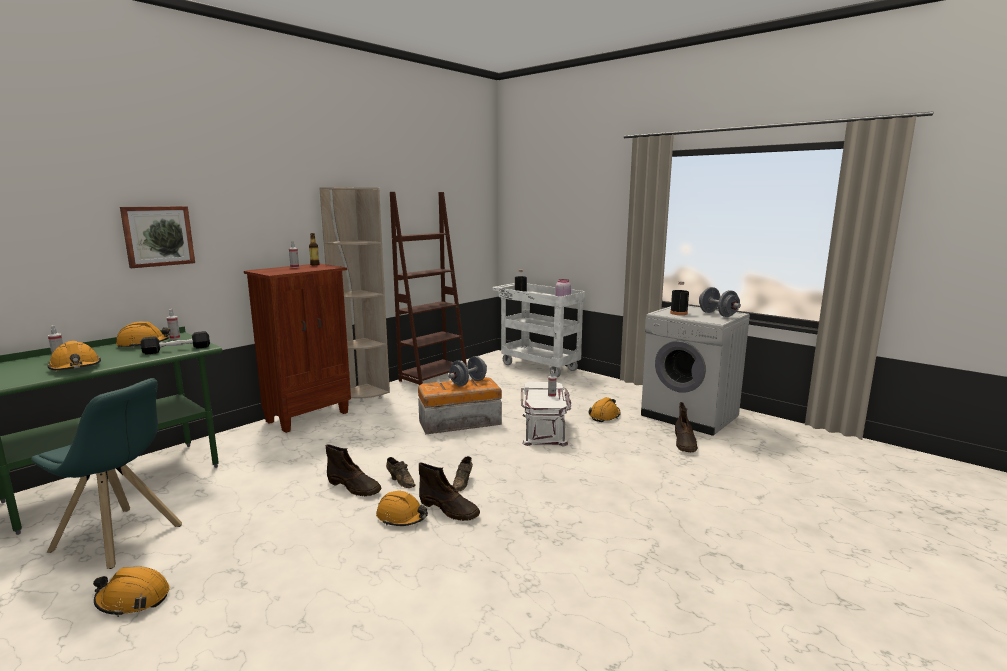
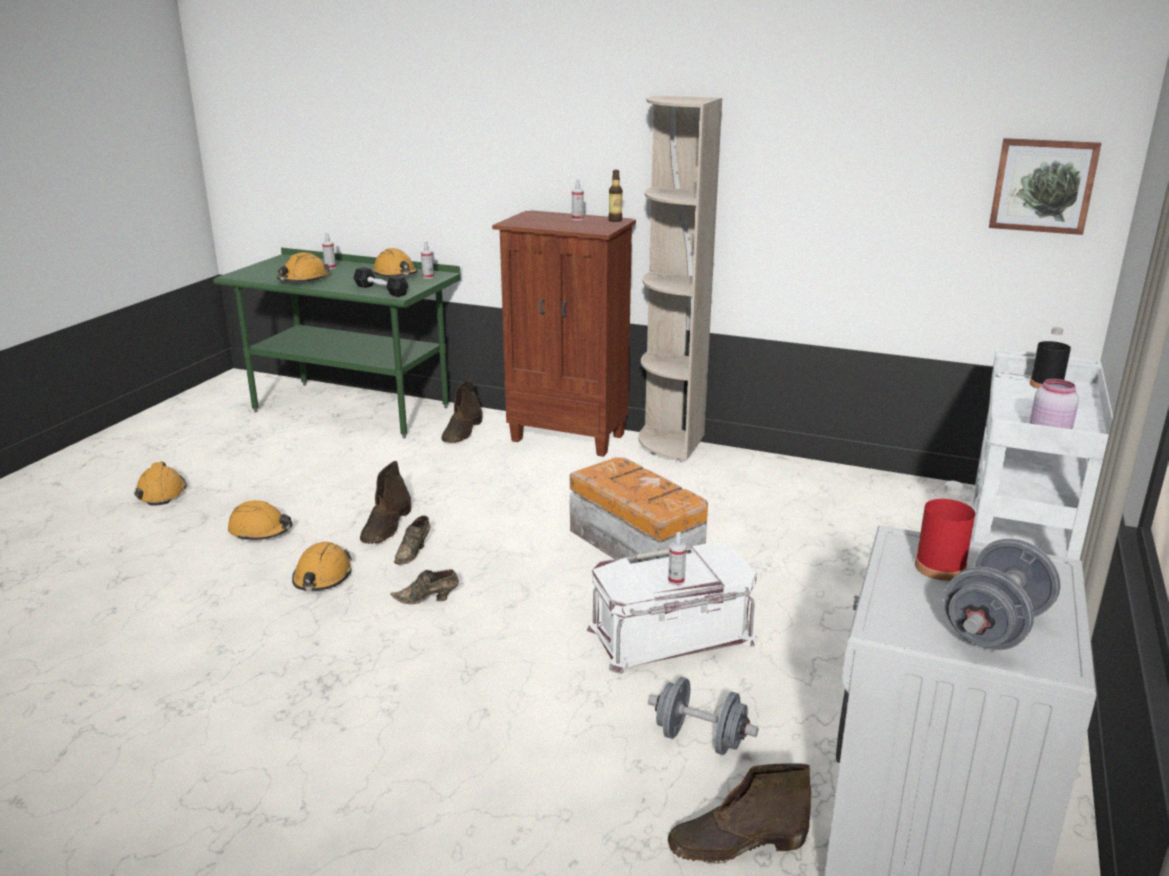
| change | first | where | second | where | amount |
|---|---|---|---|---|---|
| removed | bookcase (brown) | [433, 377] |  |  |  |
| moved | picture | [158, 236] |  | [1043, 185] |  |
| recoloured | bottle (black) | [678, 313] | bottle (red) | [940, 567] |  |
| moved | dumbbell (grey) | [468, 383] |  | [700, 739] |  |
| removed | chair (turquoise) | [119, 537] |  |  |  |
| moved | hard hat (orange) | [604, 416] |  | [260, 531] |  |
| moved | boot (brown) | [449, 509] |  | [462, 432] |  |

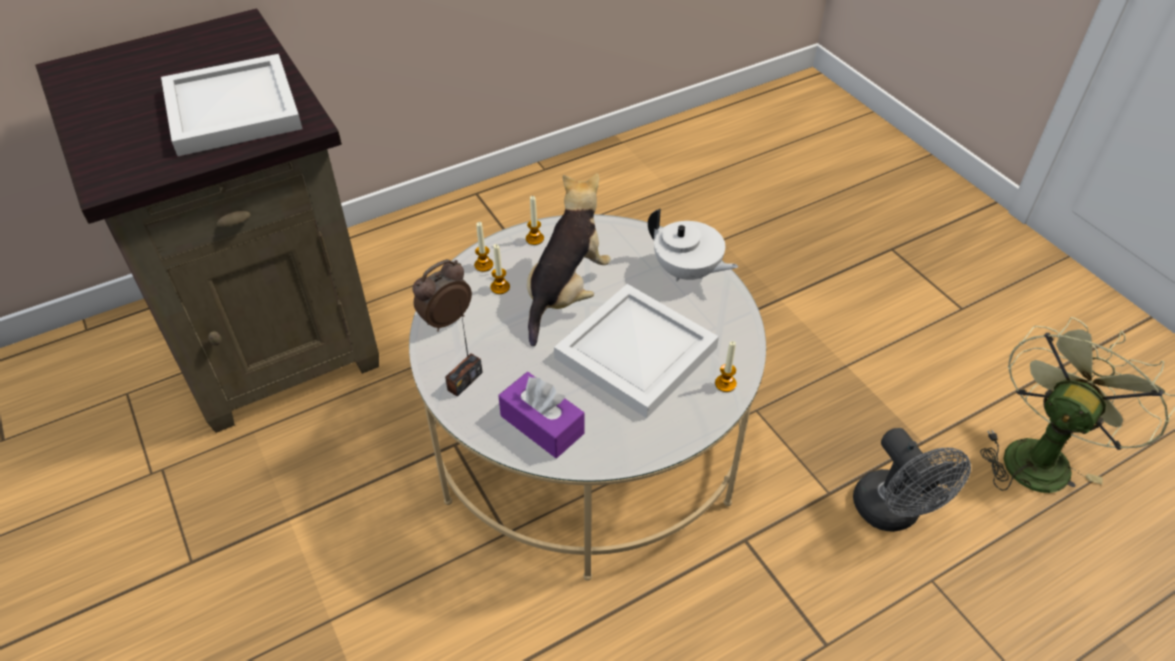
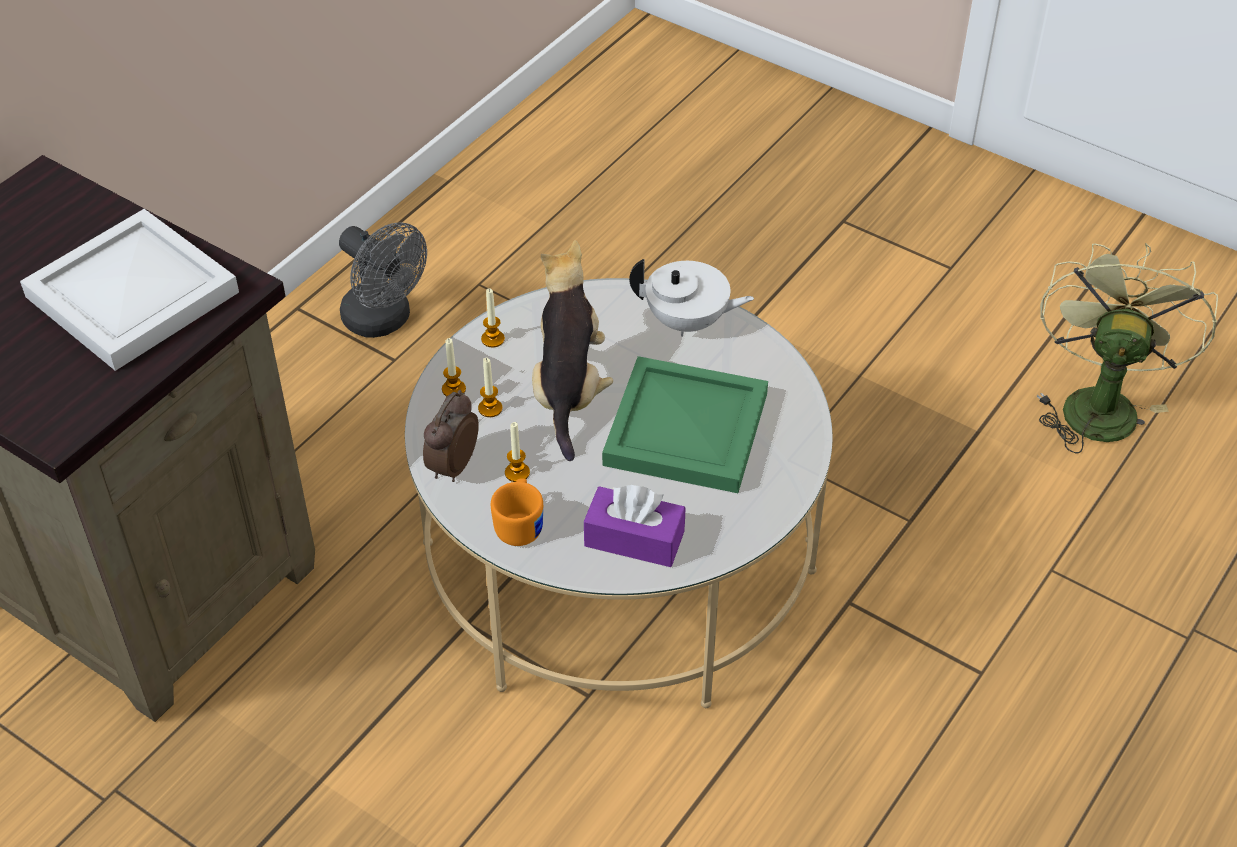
| change | first | where | second | where | amount |
|---|---|---|---|---|---|
| recoloured | tray (white) | [633, 353] | tray (green) | [683, 430] |  |
| replaced | radio | [464, 381] | mug (orange) | [520, 524] |  |
| moved | candle | [725, 384] |  | [517, 473] |  |
| moved | fan (grey) | [893, 513] |  | [384, 321] |  |

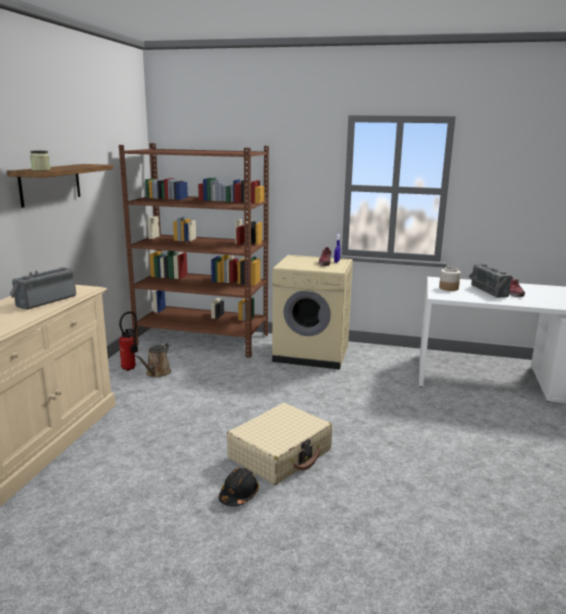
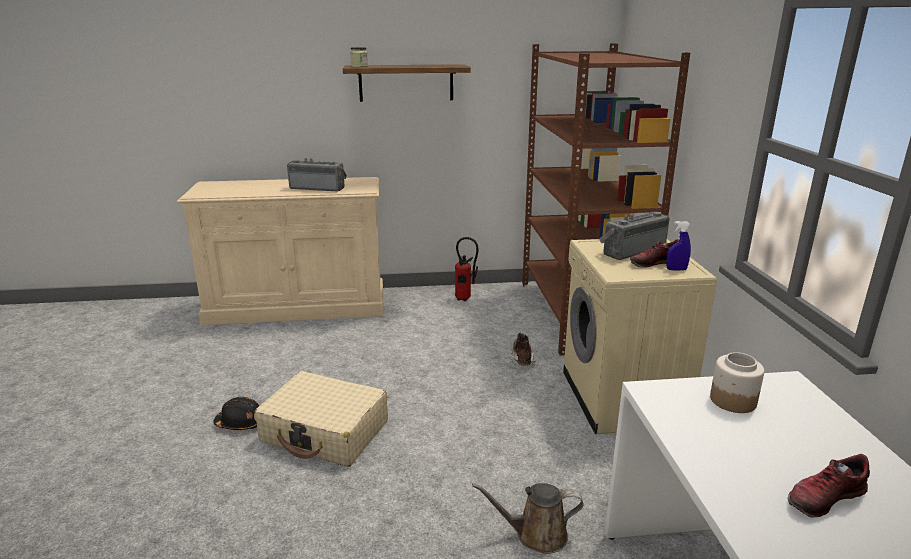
| change | first | where | second | where | amount |
|---|---|---|---|---|---|
| moved | radio | [486, 291] |  | [631, 250] |  |
| moved | watering can (brown) | [157, 373] |  | [536, 534] |  |
| added |  |  | boot (brown) | [522, 358] |  |

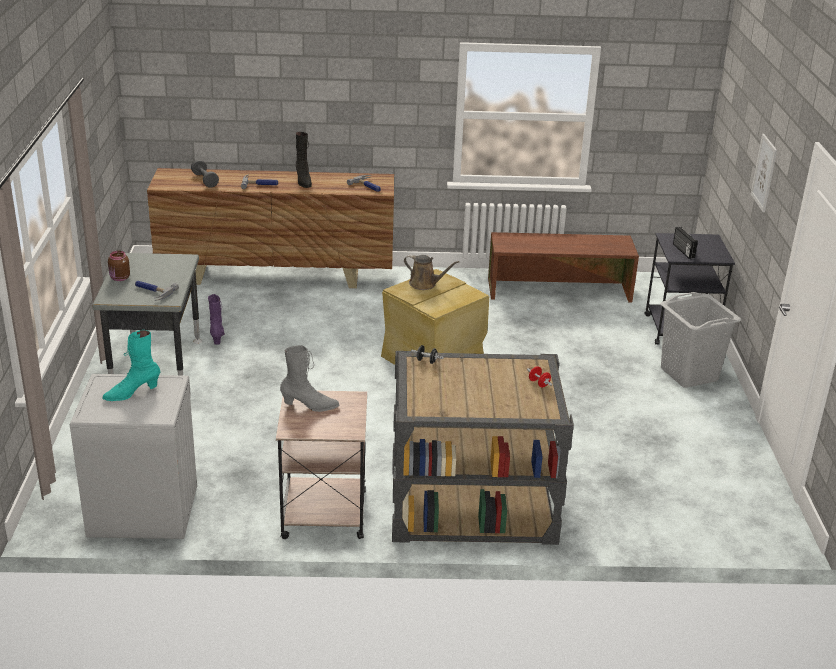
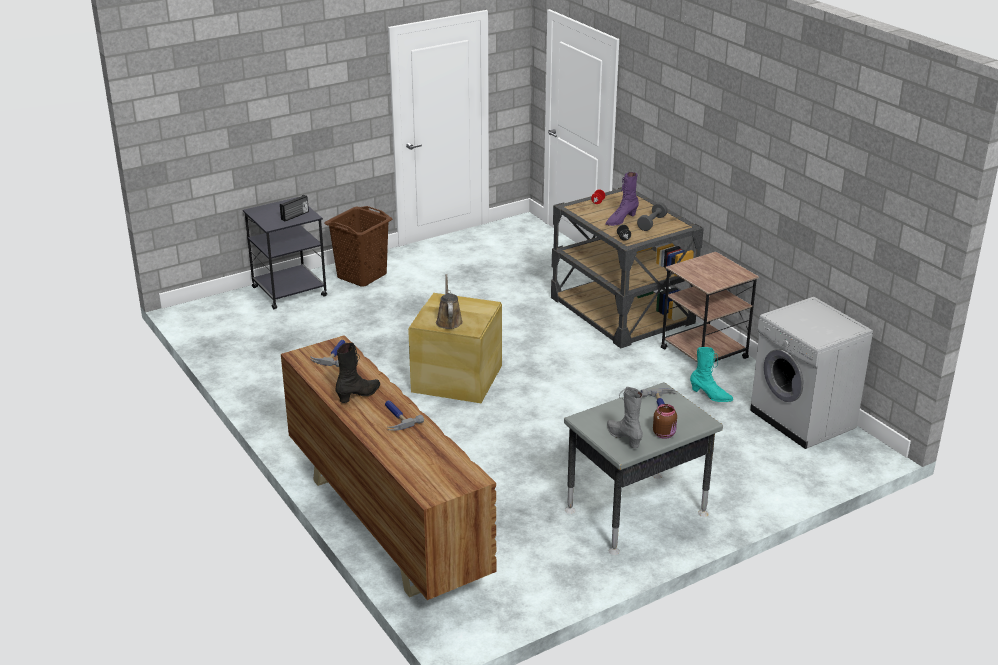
| change | first | where | second | where | amount |
|---|---|---|---|---|---|
| removed | picture | [764, 172] |  |  |  |
| moved | dumbbell (grey) | [205, 180] |  | [651, 223] |  |
| removed | bench (brown) | [559, 289] |  |  |  |
| recoloured | laundry basket (grey) | [689, 374] | laundry basket (brown) | [362, 276] |  |
| moved | boot (purple) | [217, 337] |  | [621, 220] |  |
| moved | boot (turquoise) | [132, 393] |  | [710, 396] |  |
| moved | boot (grey) | [309, 406] |  | [624, 438] |  |

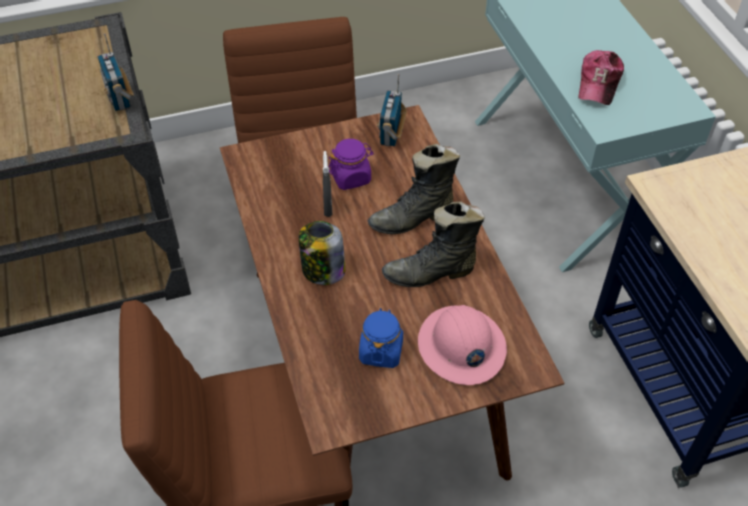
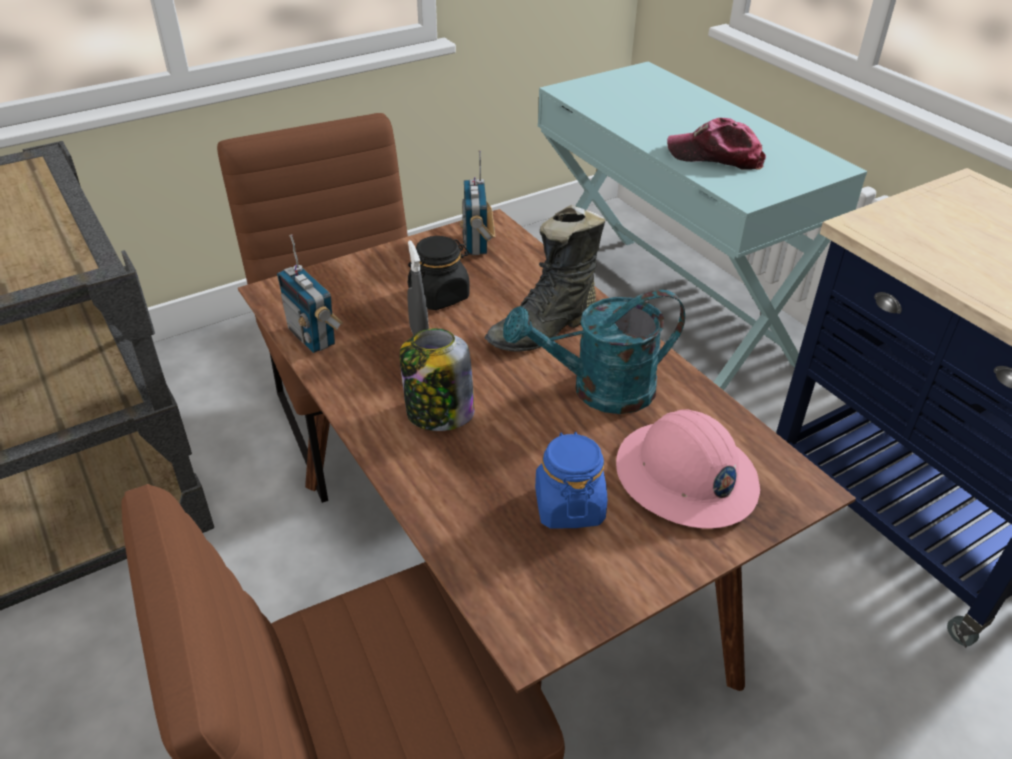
| change | first | where | second | where | amount |
|---|---|---|---|---|---|
| moved | radio | [120, 99] |  | [313, 337] |  |
| turned | cap | [599, 83] |  | [715, 157] | 105 degrees clockwise |
| recoloured | jar (purple) | [351, 177] | jar (black) | [439, 296] |  |
| replaced | boot (black) | [431, 273] | watering can (turquoise) | [599, 391] |  |

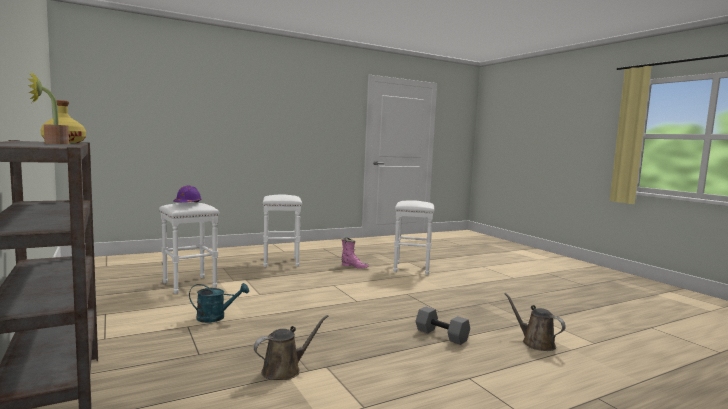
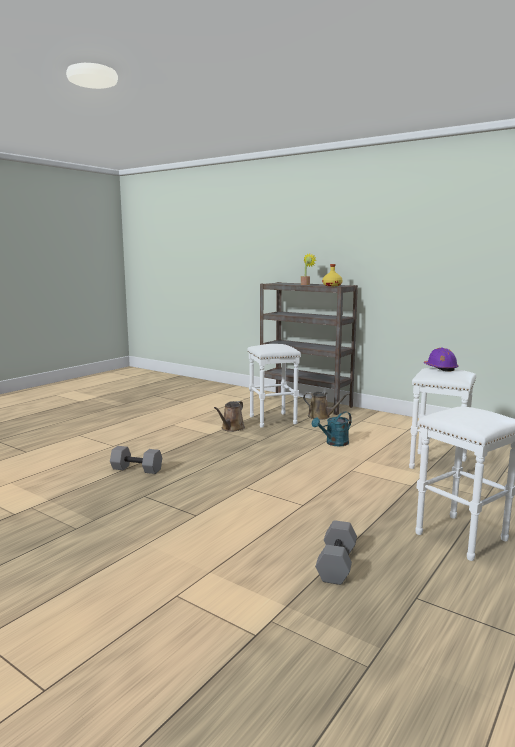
| change | first | where | second | where | amount |
|---|---|---|---|---|---|
| moved | stool (white) | [412, 269] |  | [271, 420] |  |
| replaced | boot (pink) | [354, 266] | dumbbell (grey) | [337, 565] |  |
| moved | watering can (brown) | [535, 343] |  | [321, 416] |  |

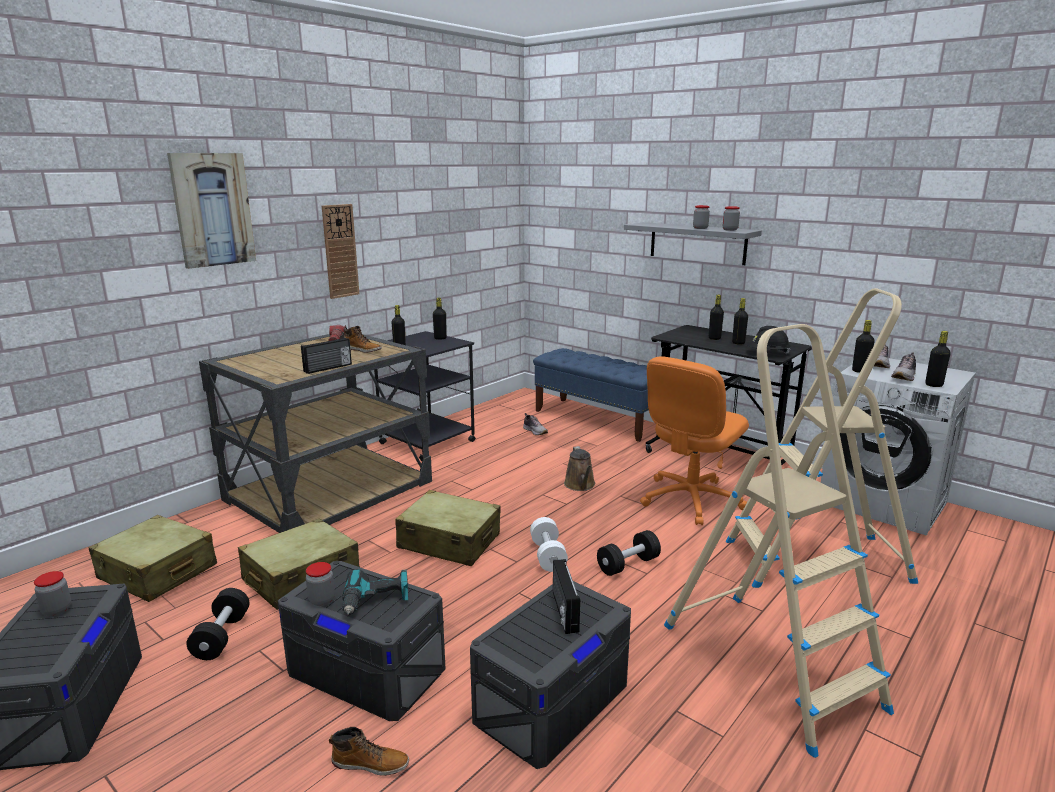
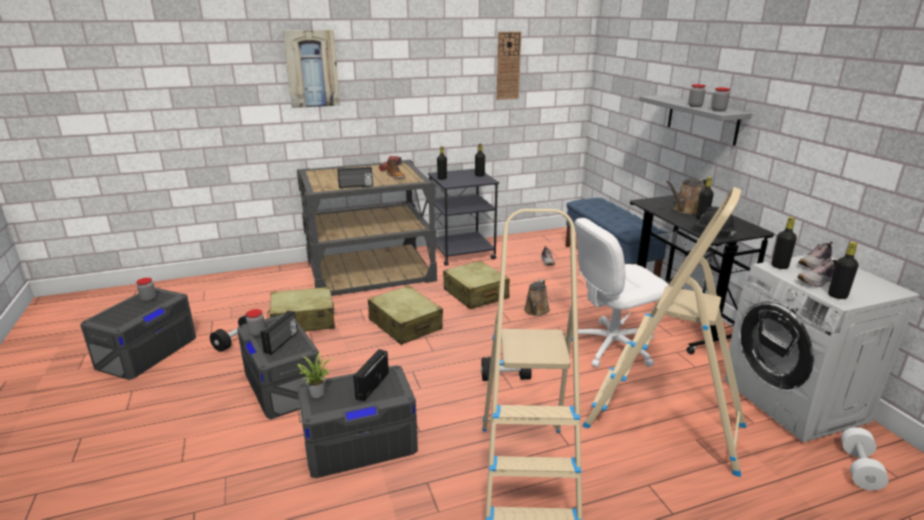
| change | first | where | second | where | amount |
|---|---|---|---|---|---|
| moved | wall clock | [340, 251] |  | [508, 66] |  |
| replaced | bottle (black) | [714, 338] | watering can (brown) | [686, 210] |  |
| recoloured | office chair (orange) | [690, 499] | office chair (white) | [612, 345] |  |
| moved | suitcase (beige) | [157, 572] |  | [475, 294] |  |
| moved | dumbbell (white) | [548, 555] |  | [859, 468] |  |
| replaced | power drill | [376, 600] | radio | [282, 342] |  |
| removed | boot | [371, 763] |  |  |  |
| added |  |  | potted plant | [316, 392] |  |

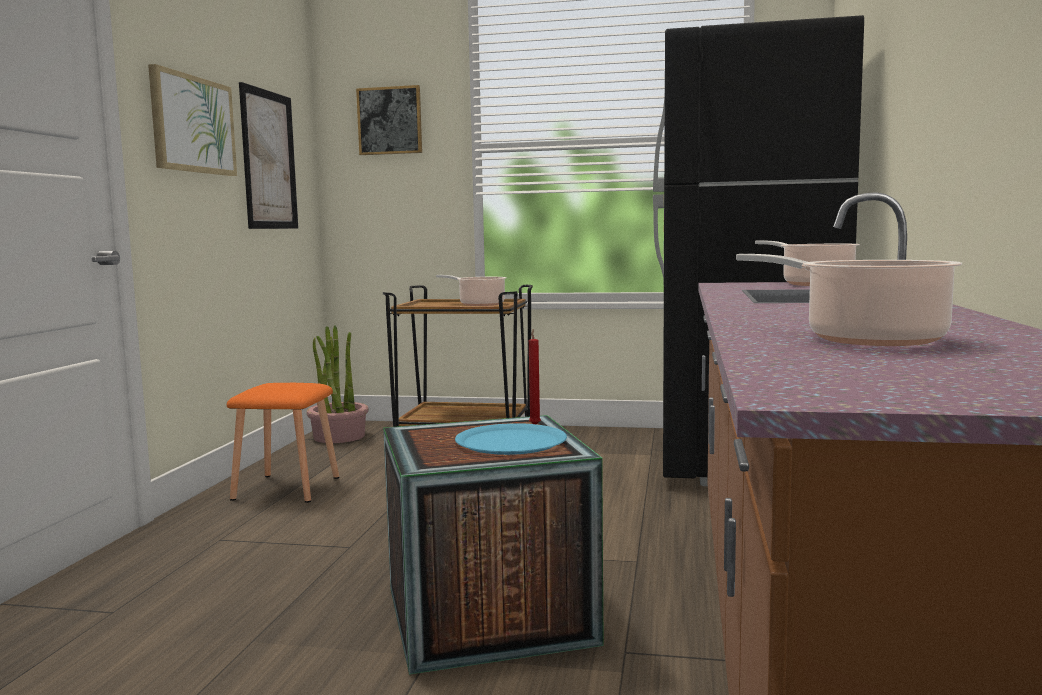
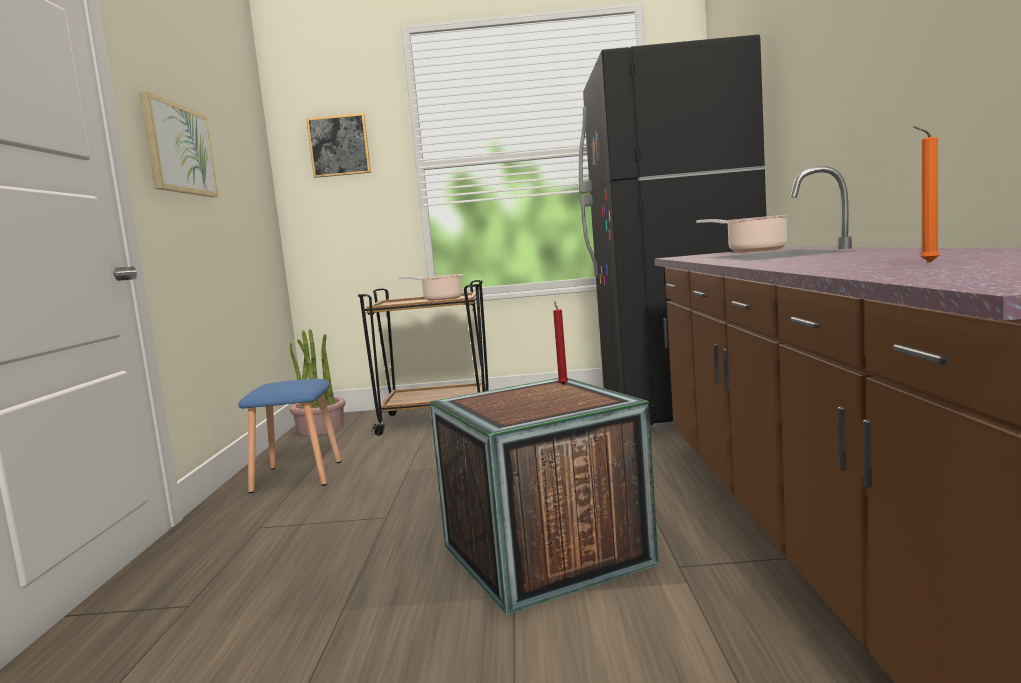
| change | first | where | second | where | amount |
|---|---|---|---|---|---|
| removed | picture | [269, 160] |  |  |  |
| replaced | cooking pot | [866, 339] | candle (orange) | [926, 263] |  |
| recoloured | stool (orange) | [286, 488] | stool (blue) | [297, 476] |  |
| removed | plate (blue) | [510, 441] |  |  |  |

